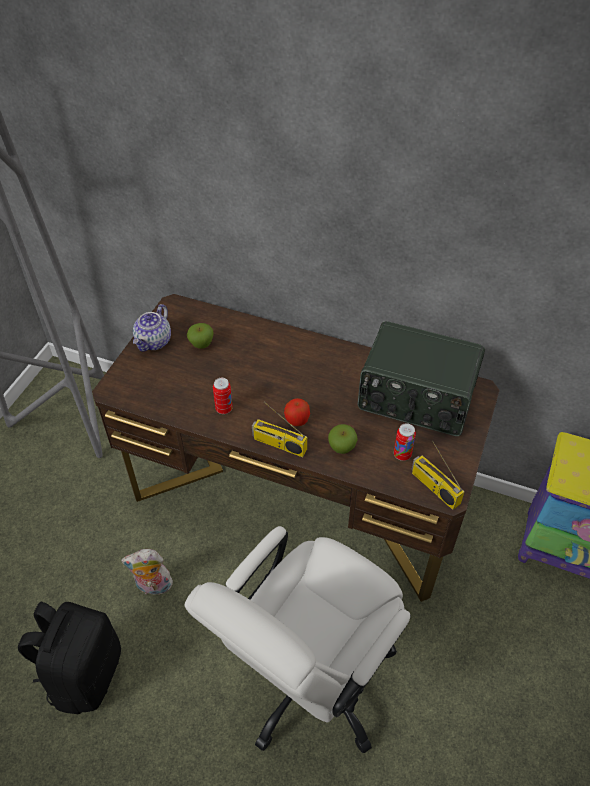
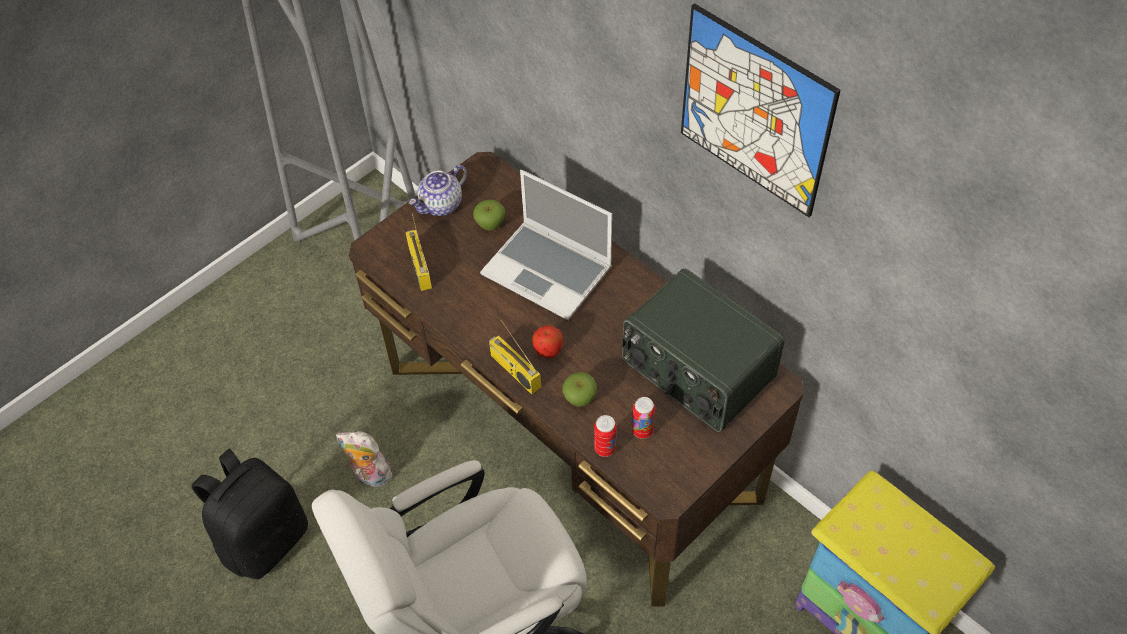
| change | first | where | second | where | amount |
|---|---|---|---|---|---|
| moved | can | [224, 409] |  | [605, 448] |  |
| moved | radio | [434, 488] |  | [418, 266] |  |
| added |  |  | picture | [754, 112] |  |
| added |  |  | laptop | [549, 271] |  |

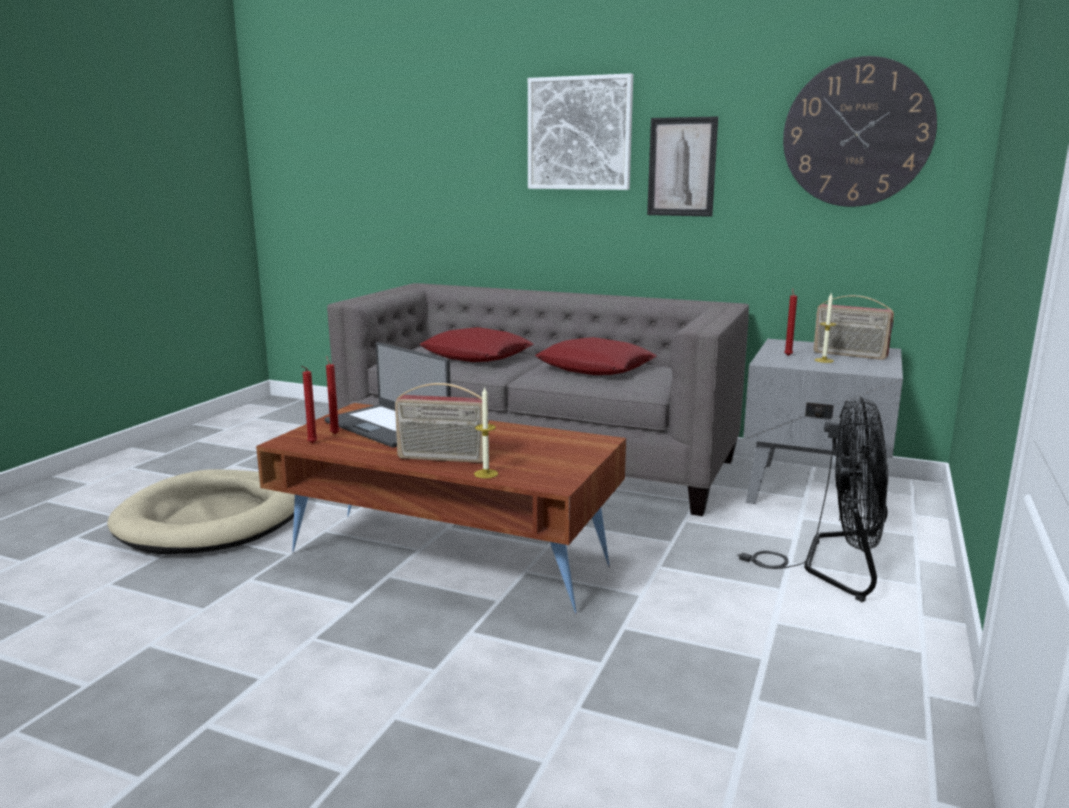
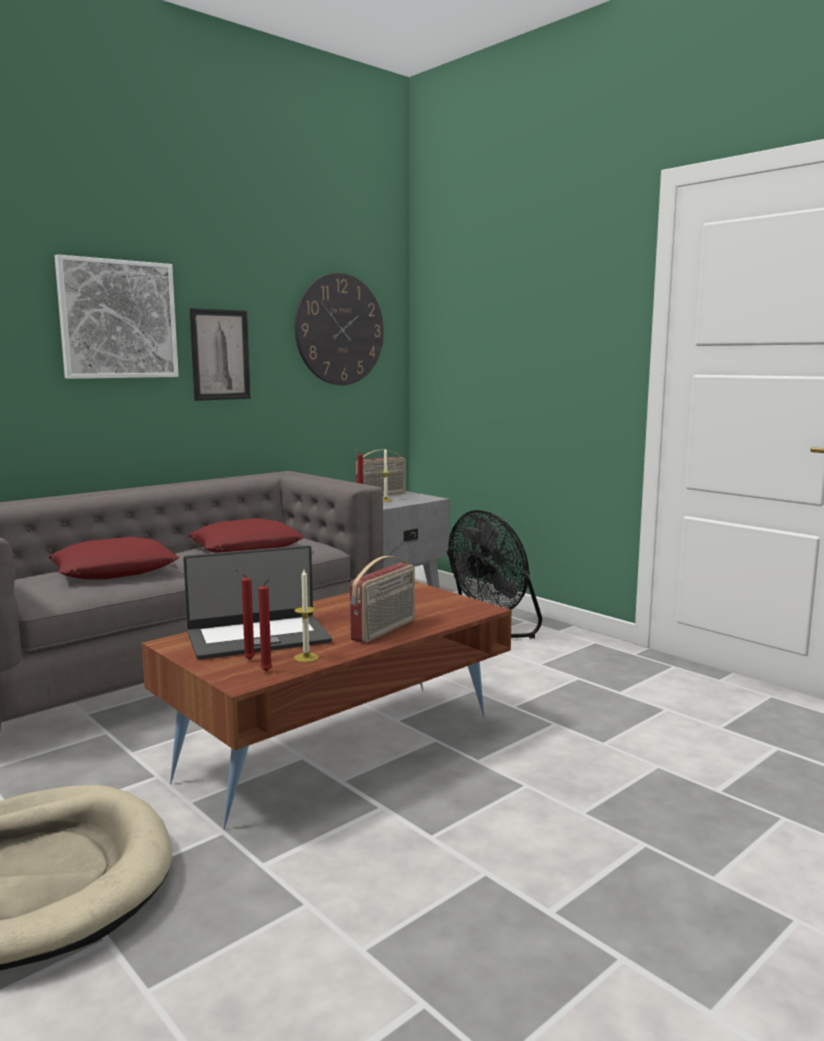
| change | first | where | second | where | amount |
|---|---|---|---|---|---|
| moved | candle | [486, 474] |  | [306, 657] |  |

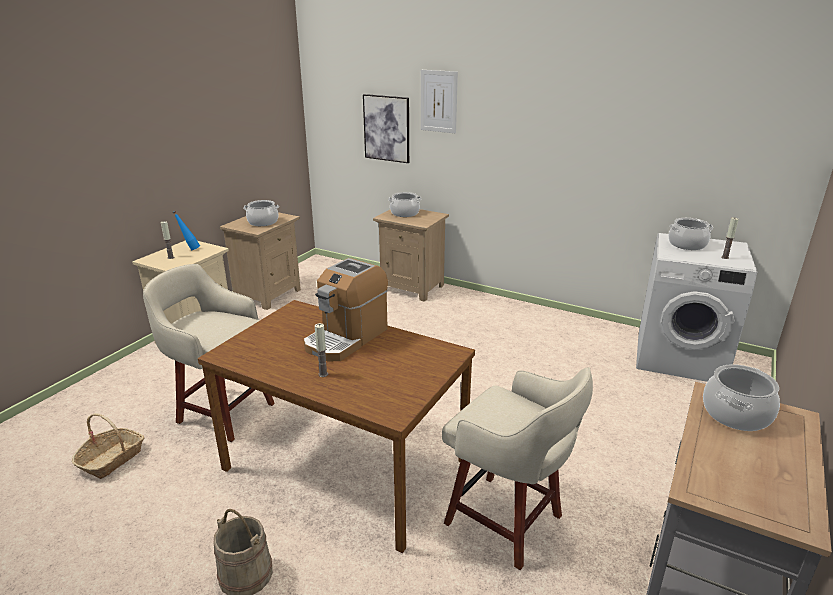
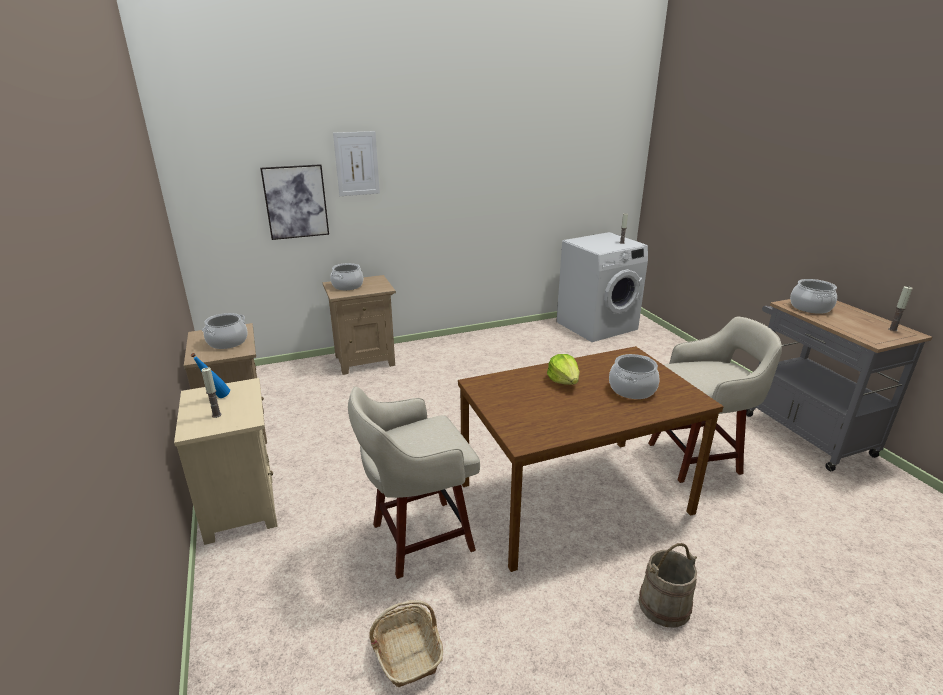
| change | first | where | second | where | amount |
|---|---|---|---|---|---|
| moved | cooking pot | [687, 245] |  | [632, 389] |  |
| replaced | coffee machine | [346, 338] | lettuce | [564, 381] |  |
| moved | candle | [323, 374] |  | [892, 329] |  |

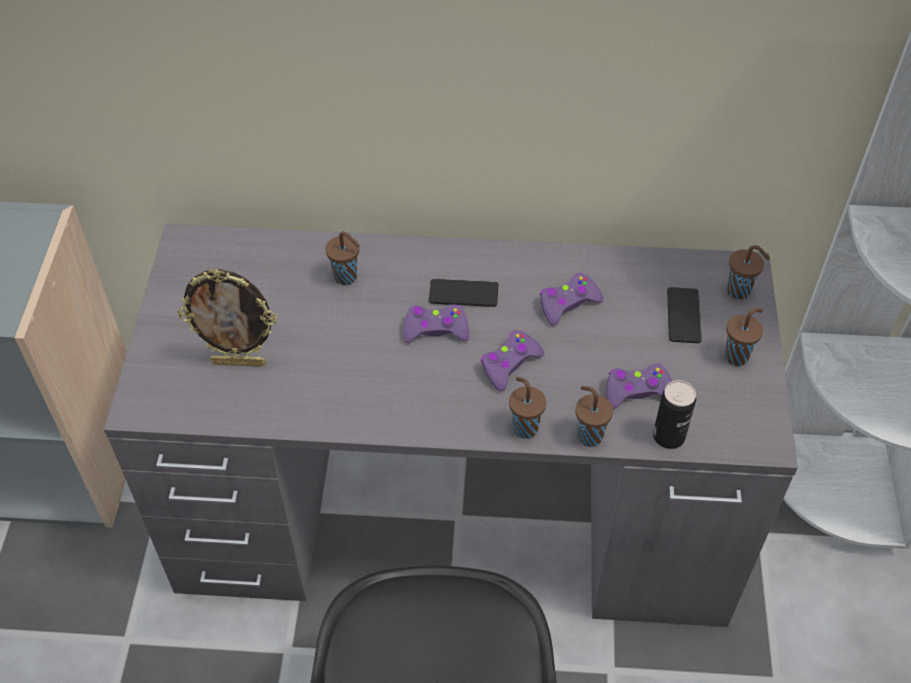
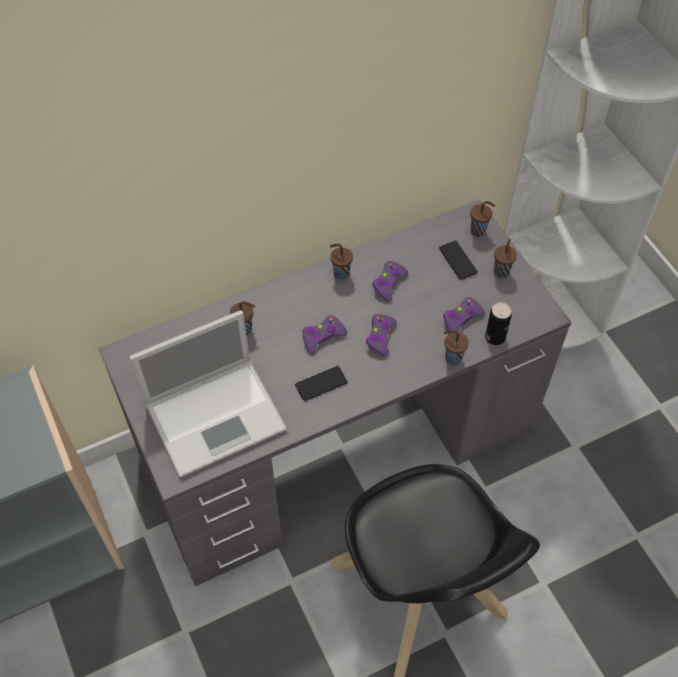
| change | first | where | second | where | amount |
|---|---|---|---|---|---|
| replaced | picture frame | [239, 362] | laptop | [217, 415] |  |
| moved | phone | [463, 293] |  | [321, 384] |  |
| moved | cup (brown) | [524, 427] |  | [340, 273] |  |

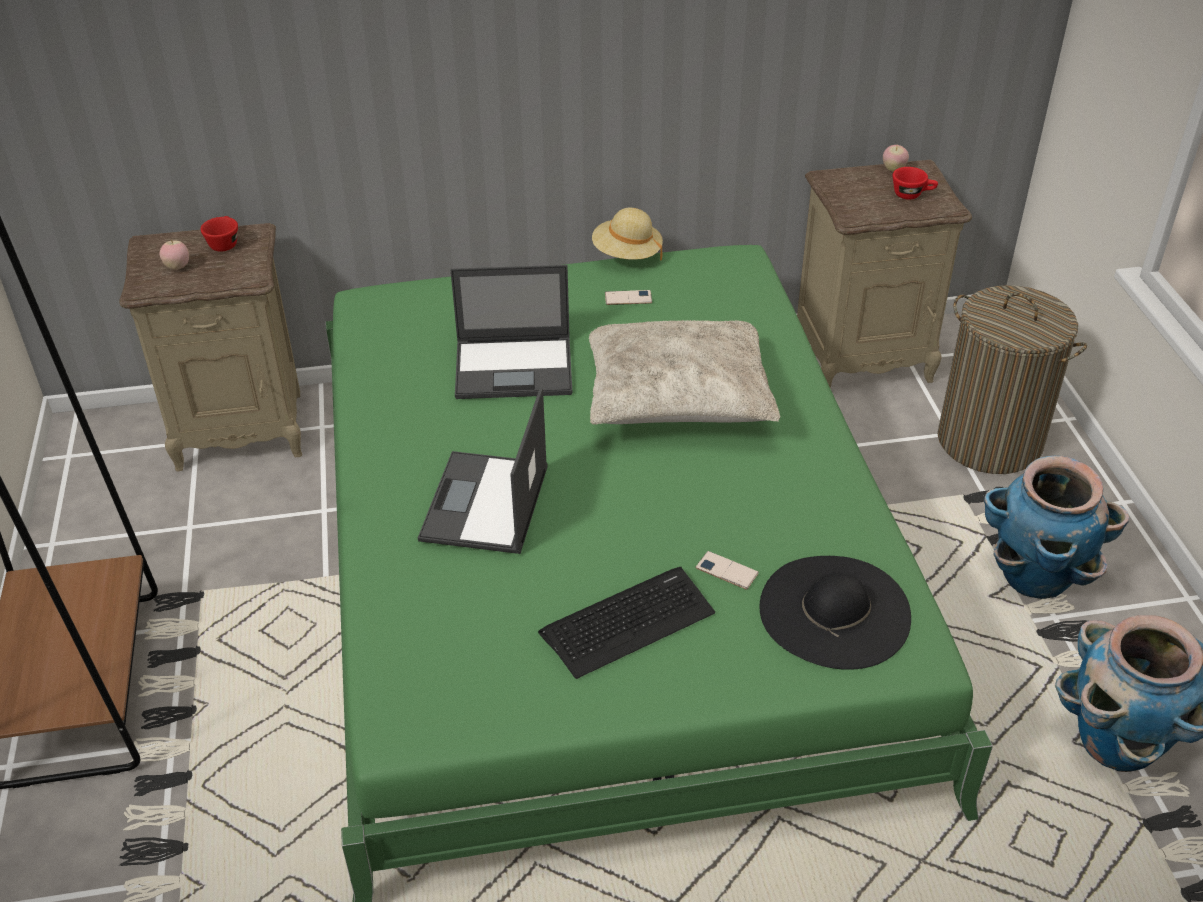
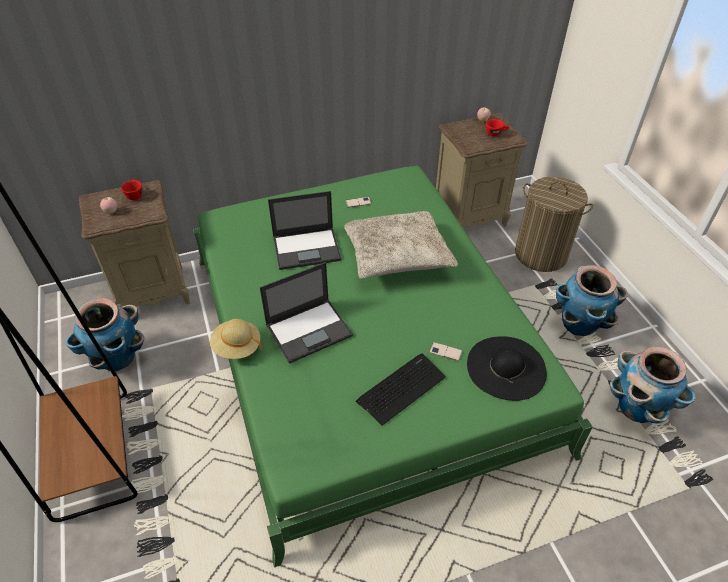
| change | first | where | second | where | amount |
|---|---|---|---|---|---|
| moved | hat (beige) | [627, 254] |  | [237, 347] |  |
| turned | laptop | [485, 504] |  | [309, 330] | 120 degrees counterclockwise |
| added |  |  | planter | [118, 359] |  |

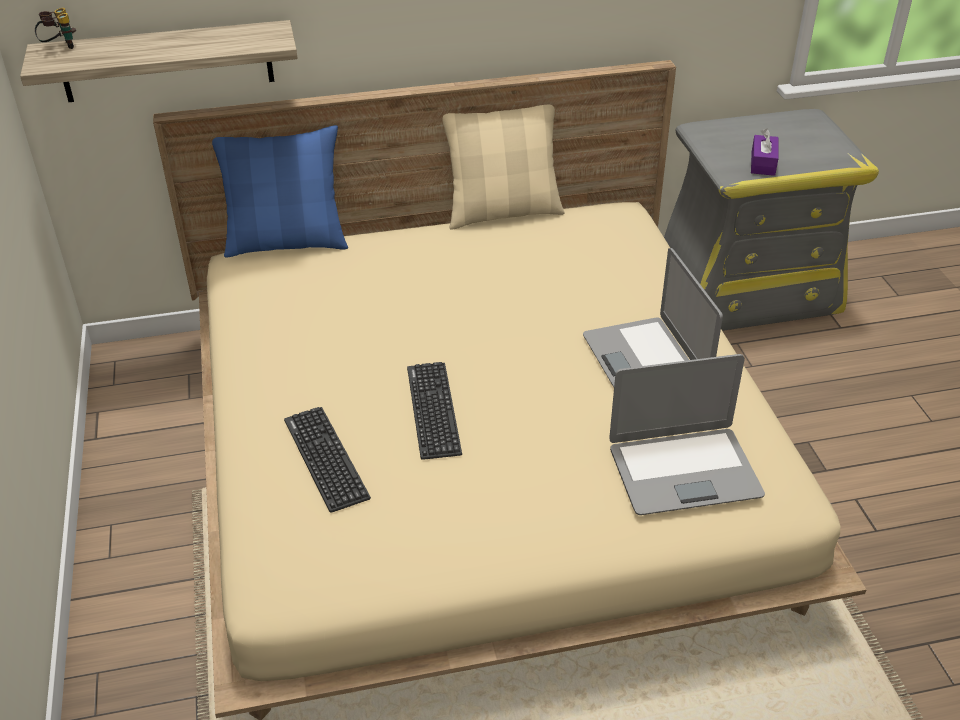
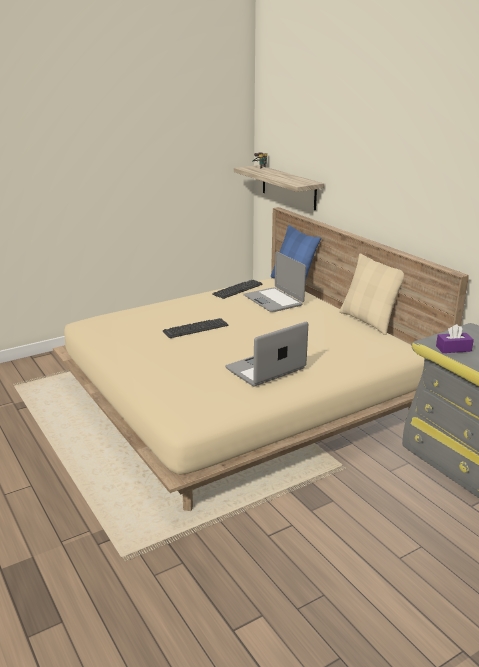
| change | first | where | second | where | amount |
|---|---|---|---|---|---|
| moved | laptop | [683, 471] |  | [273, 300] |  |
| moved | keyboard | [326, 458] |  | [237, 289] |  |

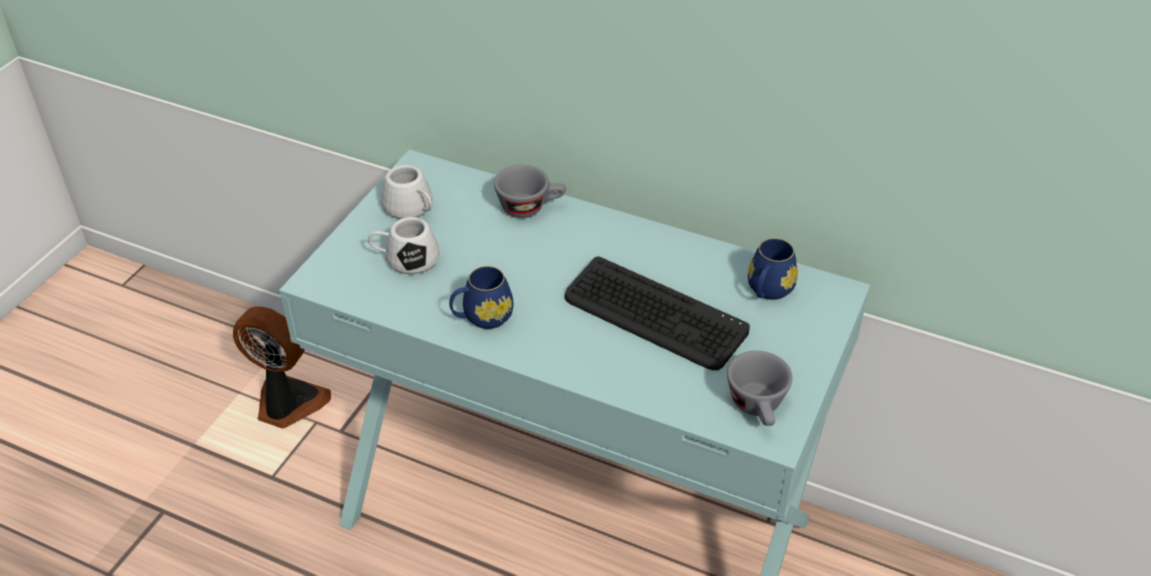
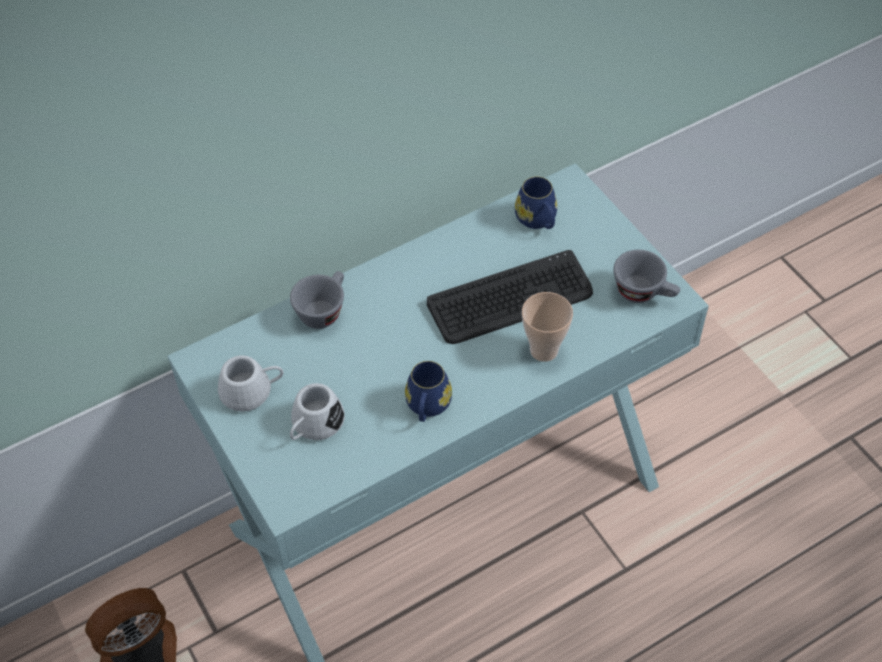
| change | first | where | second | where | amount |
|---|---|---|---|---|---|
| added |  |  | cup | [544, 350] |  |

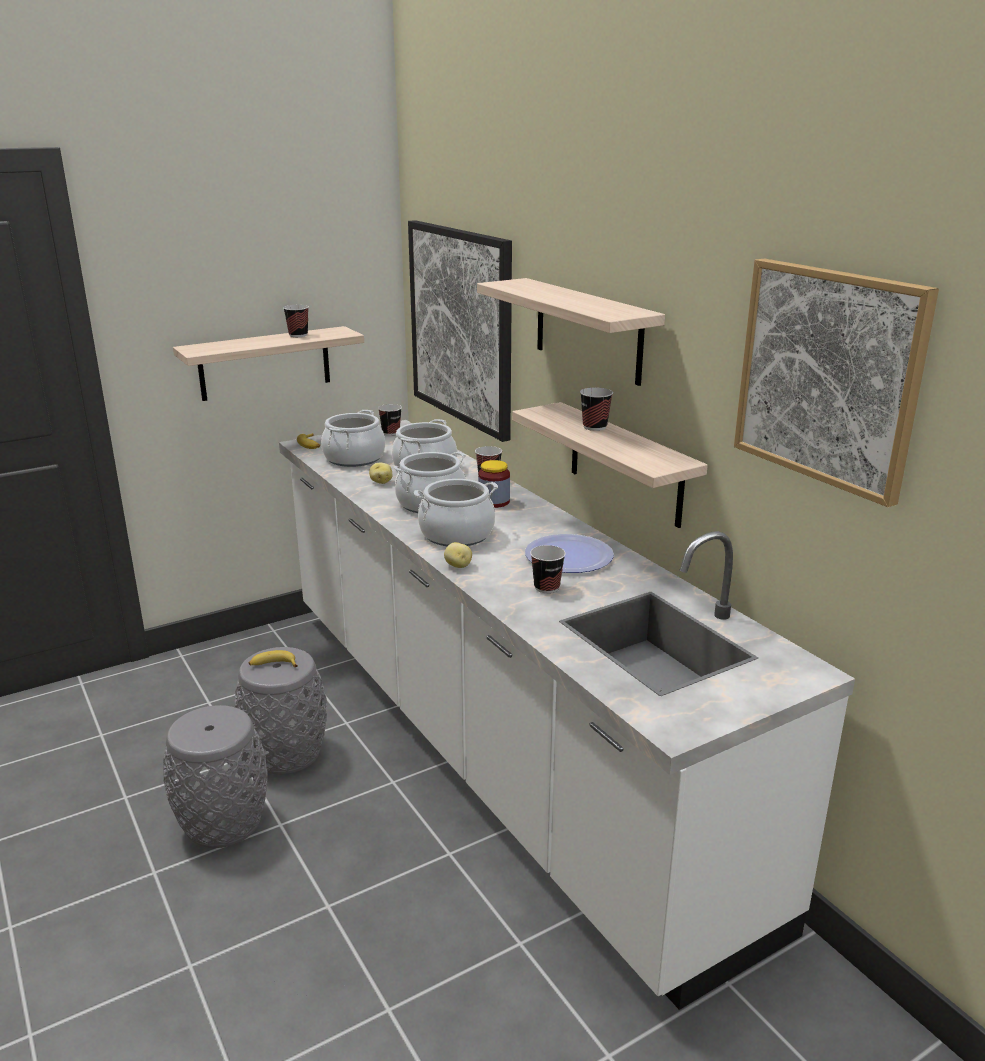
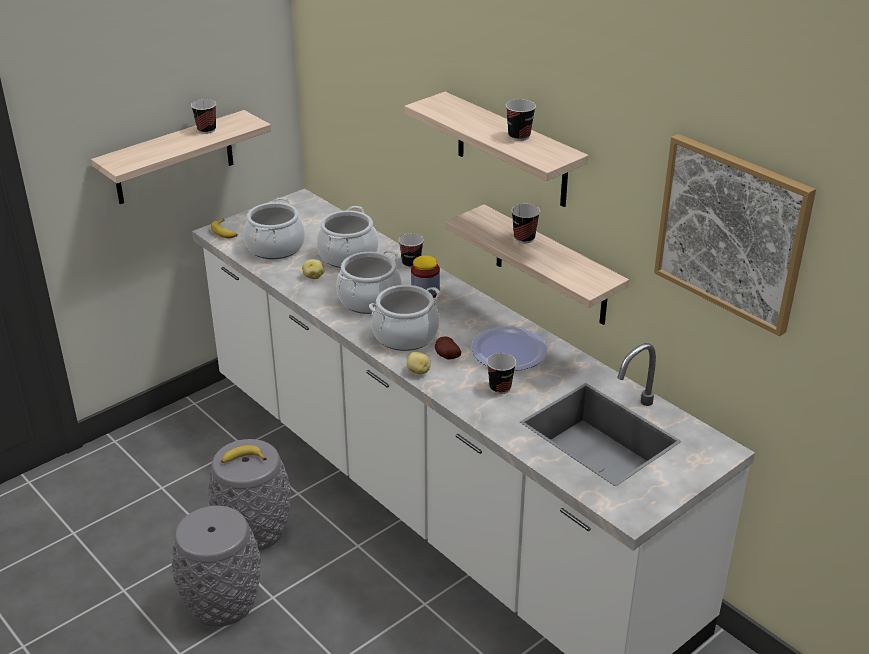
| change | first | where | second | where | amount |
|---|---|---|---|---|---|
| removed | picture | [461, 326] |  |  |  |
| moved | cup | [391, 433] |  | [519, 136] |  |
| added |  |  | potato | [446, 357] |  |

